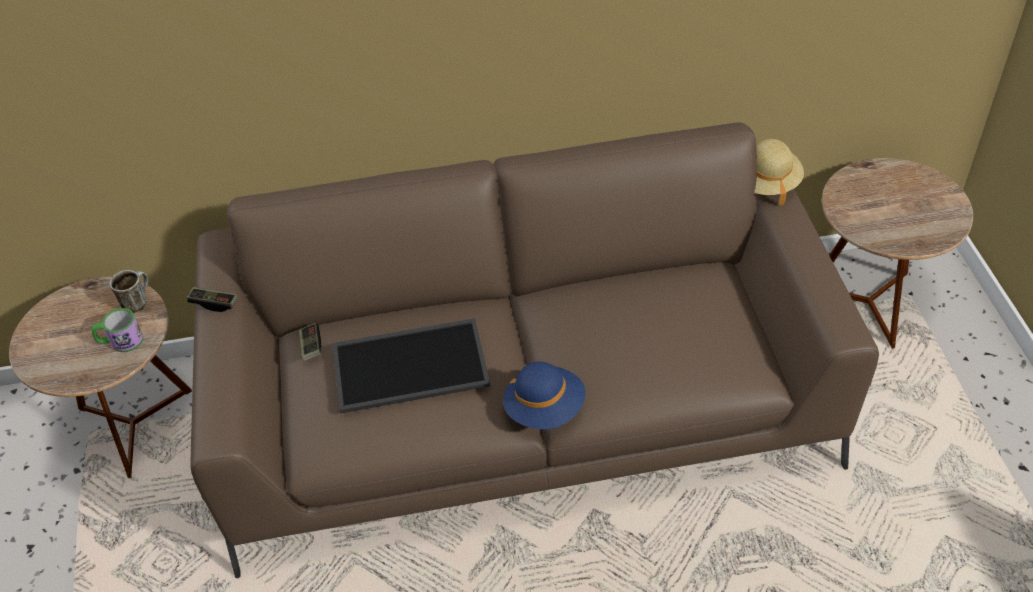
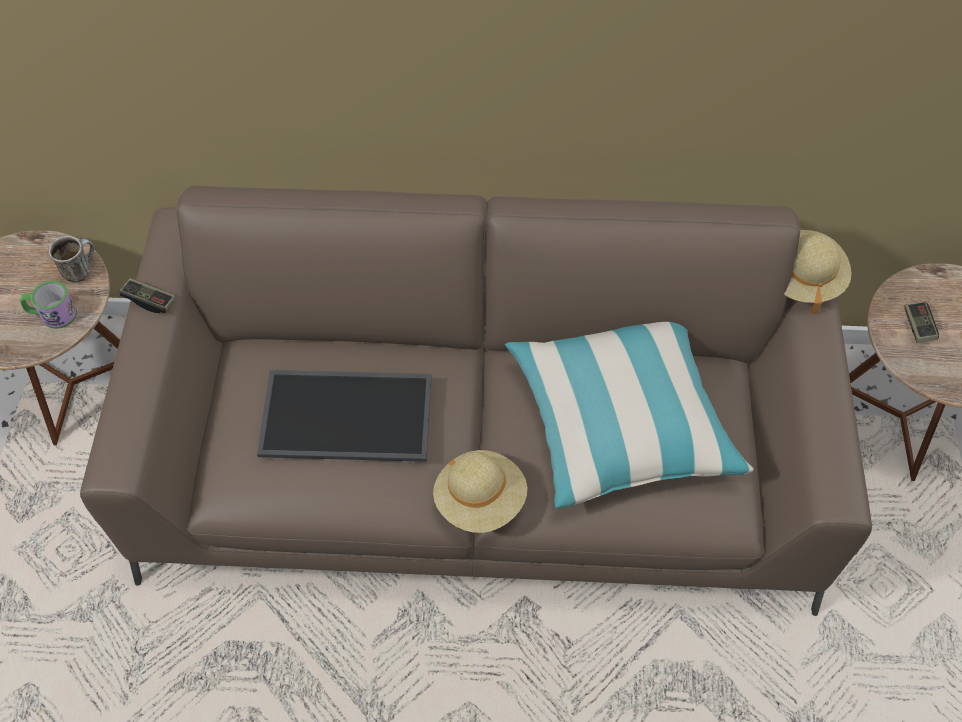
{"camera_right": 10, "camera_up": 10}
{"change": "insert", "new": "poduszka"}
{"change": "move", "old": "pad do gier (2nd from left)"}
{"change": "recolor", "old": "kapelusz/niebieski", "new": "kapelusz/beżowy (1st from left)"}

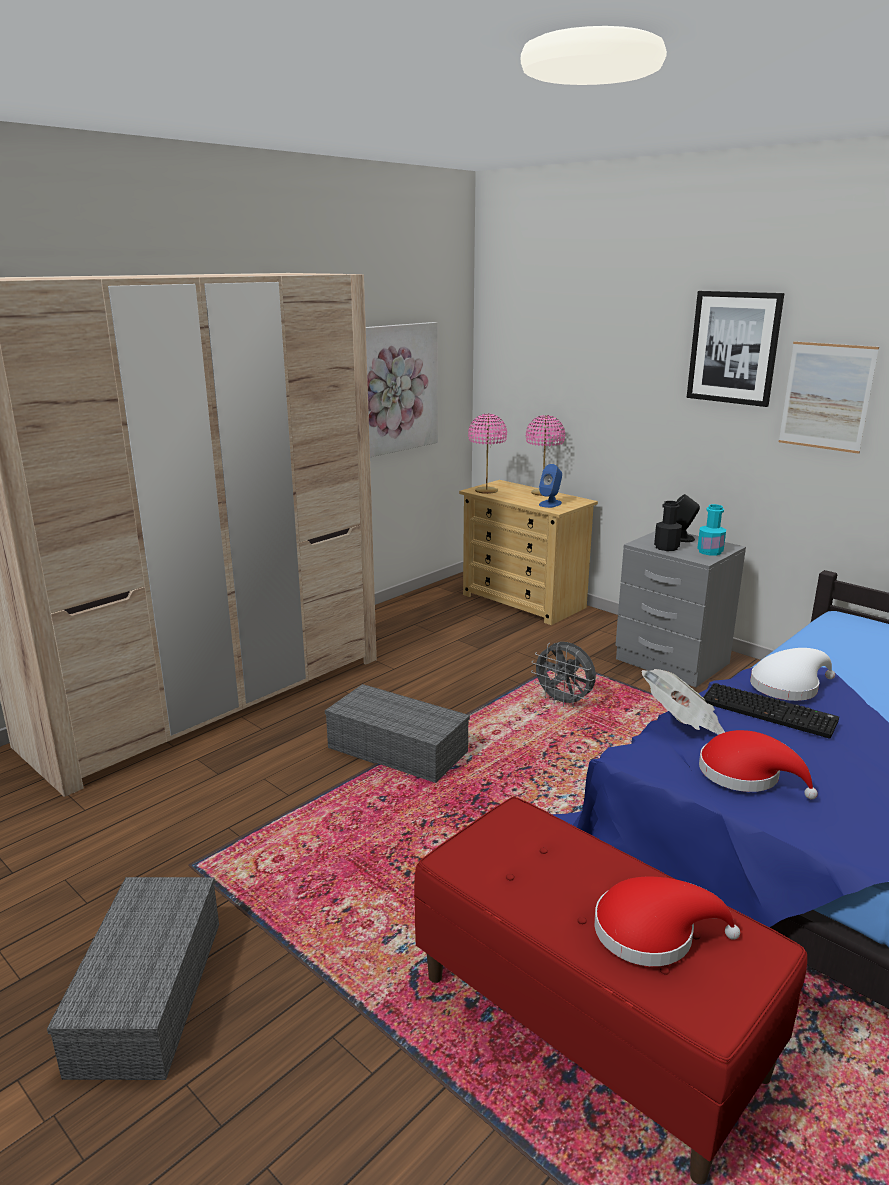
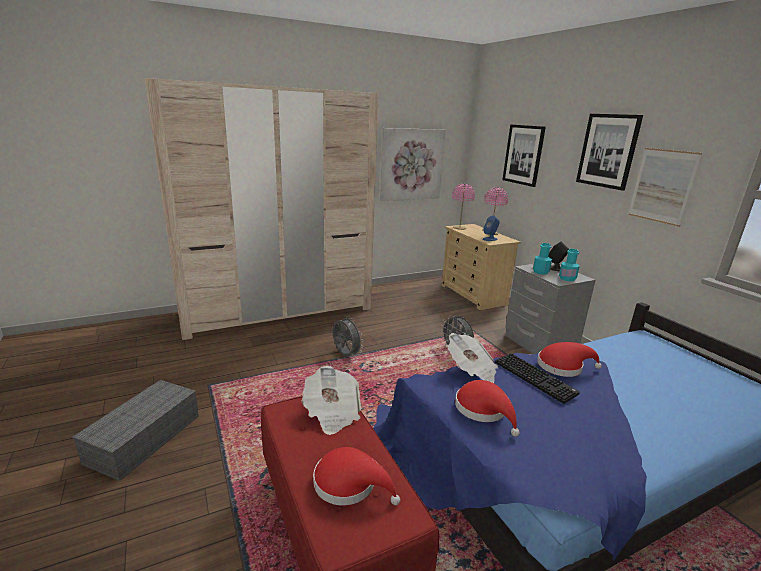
{"camera_right": 20, "camera_up": 0}
{"change": "insert", "new": "gazeta (1st from left)"}
{"change": "insert", "new": "obraz (2nd from left)"}
{"change": "replace", "old": "pojemnik do przechowywania/szary (2nd from left)", "new": "wentylator/szary (1st from left)"}
{"change": "recolor", "old": "butelka/czarny", "new": "butelka/turkusowy (1st from left)"}
{"change": "recolor", "old": "kapelusz/biały", "new": "kapelusz/czerwony (3rd from left)"}

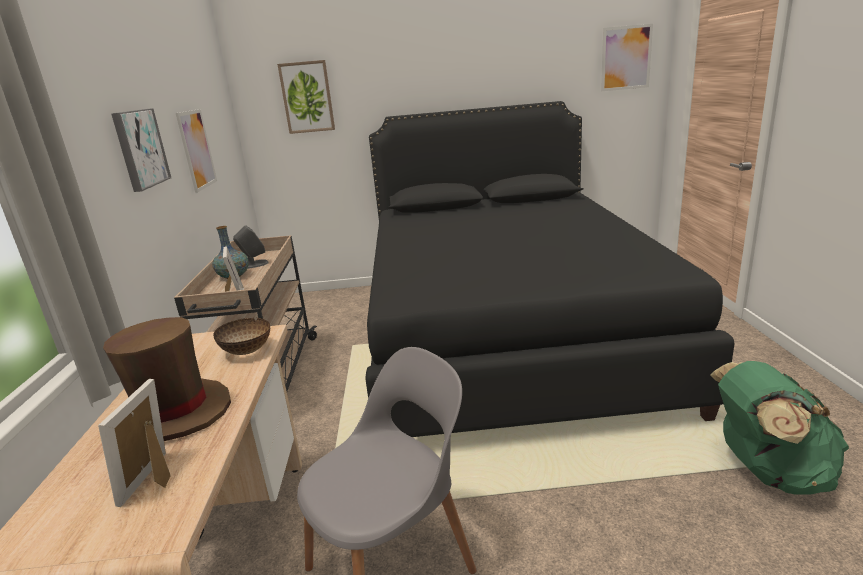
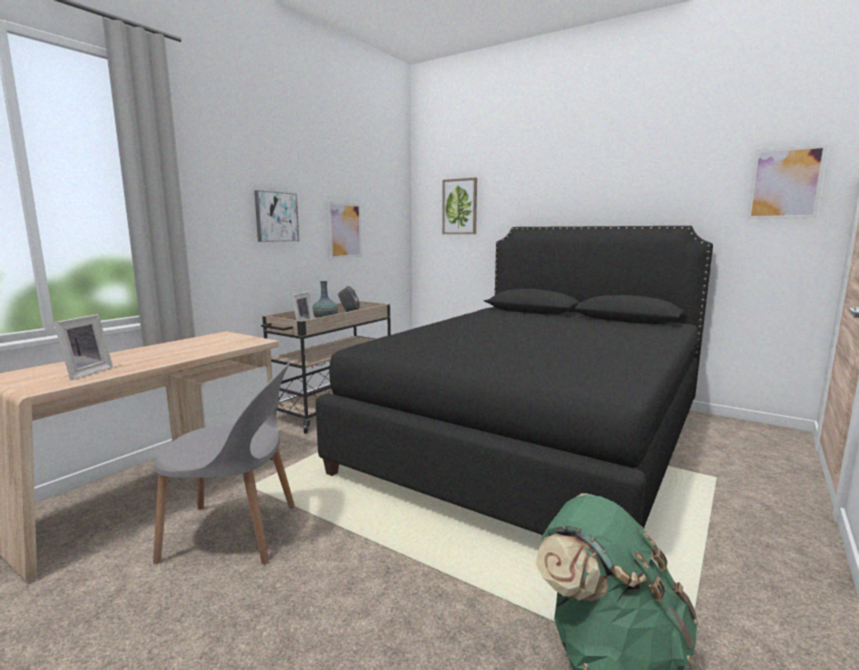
{"camera_right": 35, "camera_up": -10}
{"change": "delete", "old": "kapelusz/brązowy"}
{"change": "delete", "old": "miska"}
{"change": "rotate", "old": "ramka na zdjęcie (1st from left)", "degrees": 150}

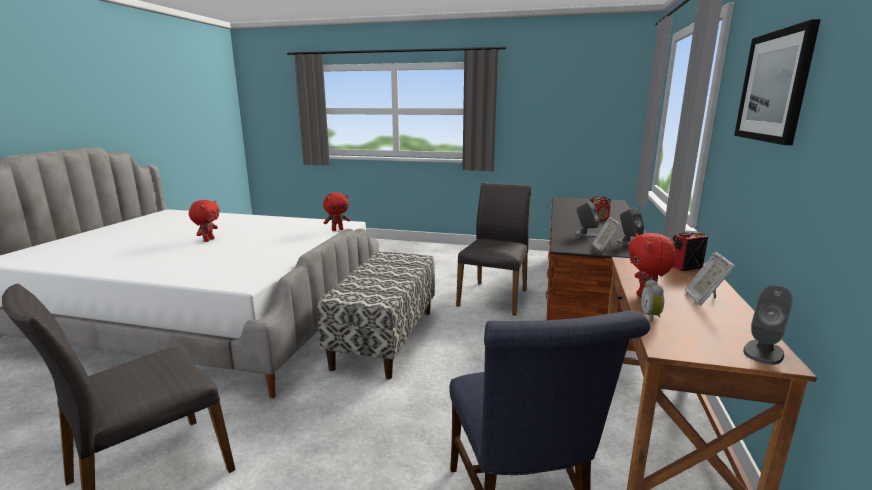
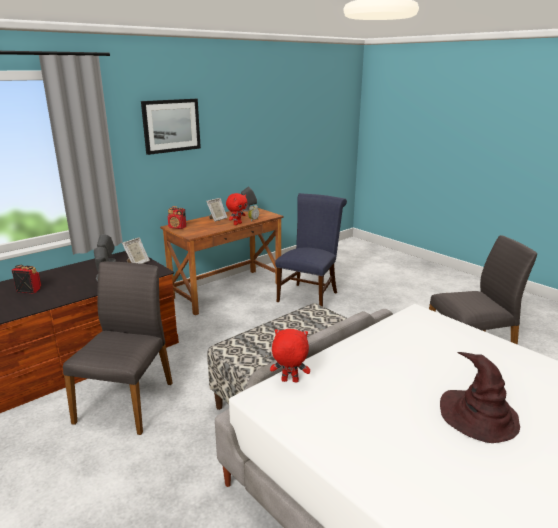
{"camera_right": -145, "camera_up": 5}
{"change": "replace", "old": "pluszak/czerwony (1st from left)", "new": "kapelusz/brązowy"}
{"change": "rotate", "old": "krzesło/szary (2nd from left in the first image)", "degrees": 135}

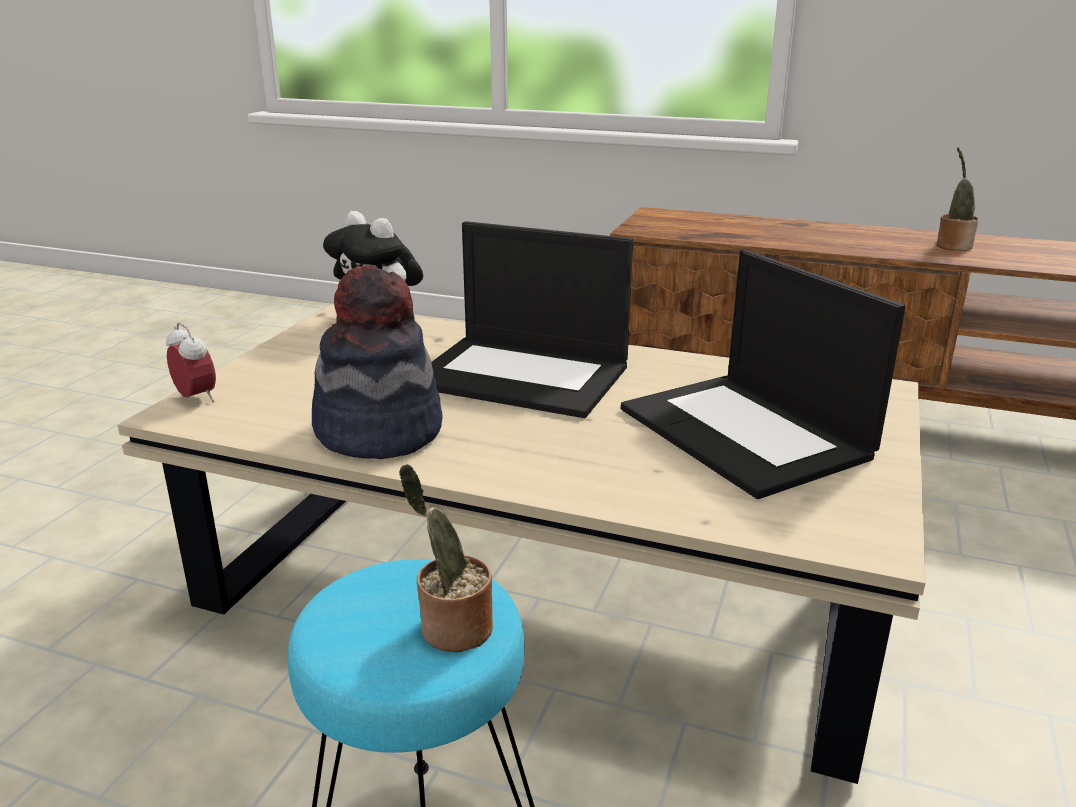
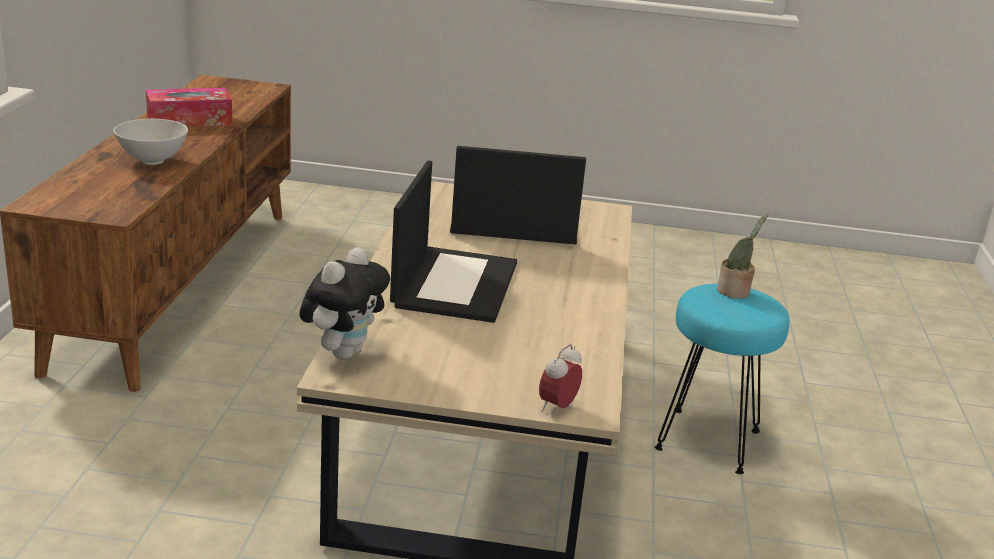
{"camera_right": -105, "camera_up": 0}
{"change": "delete", "old": "kapelusz"}
{"change": "insert", "new": "miska/biały"}
{"change": "replace", "old": "roślina doniczkowa (2nd from left)", "new": "pudełko chusteczek"}
{"change": "rotate", "old": "laptop (2nd from left)", "degrees": -135}

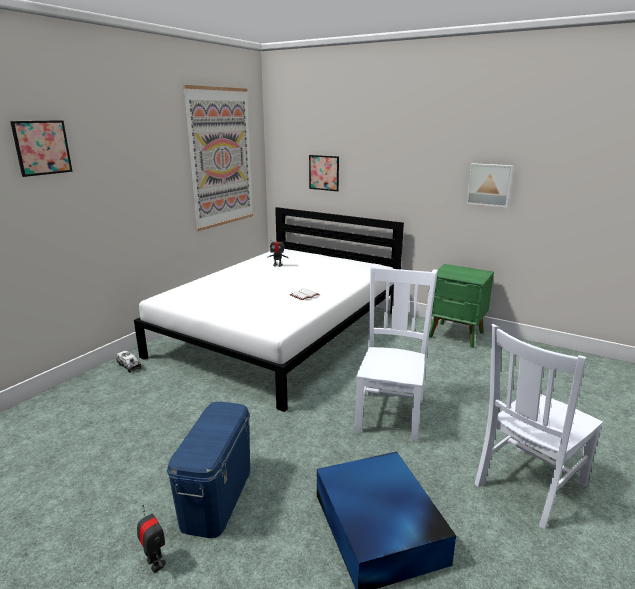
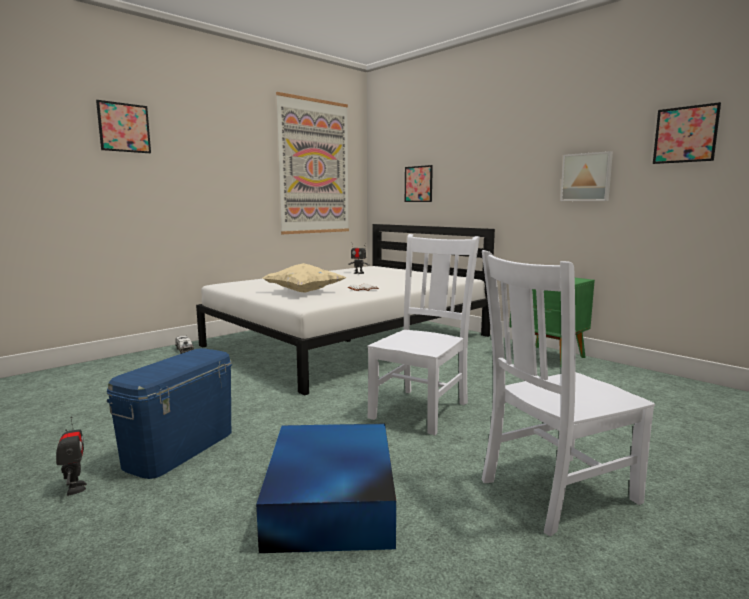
{"camera_right": 15, "camera_up": -10}
{"change": "insert", "new": "poduszka/beżowy"}
{"change": "insert", "new": "obraz (5th from left)"}

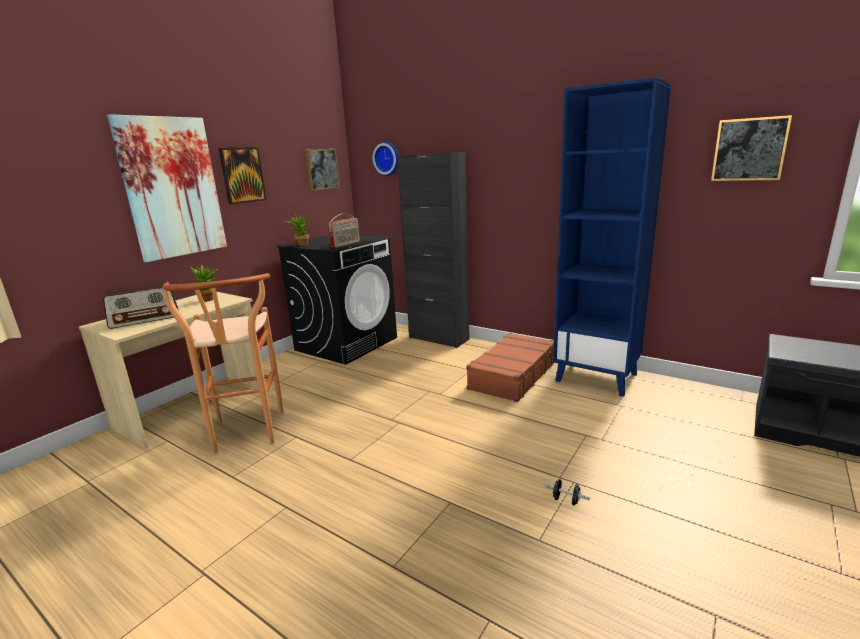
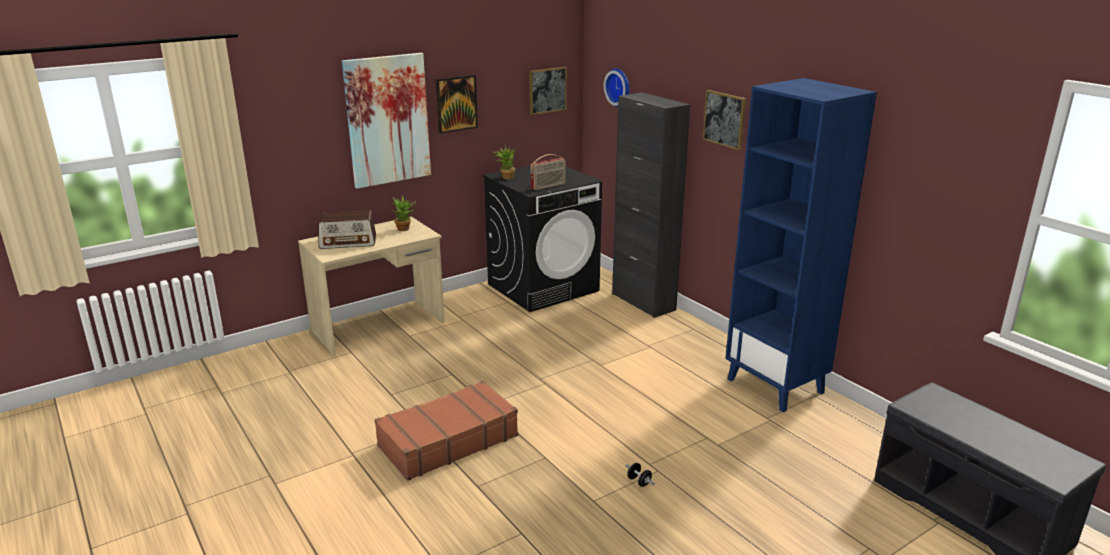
{"camera_right": 20, "camera_up": 5}
{"change": "delete", "old": "stołek/brązowy"}
{"change": "move", "old": "walizka/brązowy"}
{"change": "move", "old": "obraz (4th from left)"}

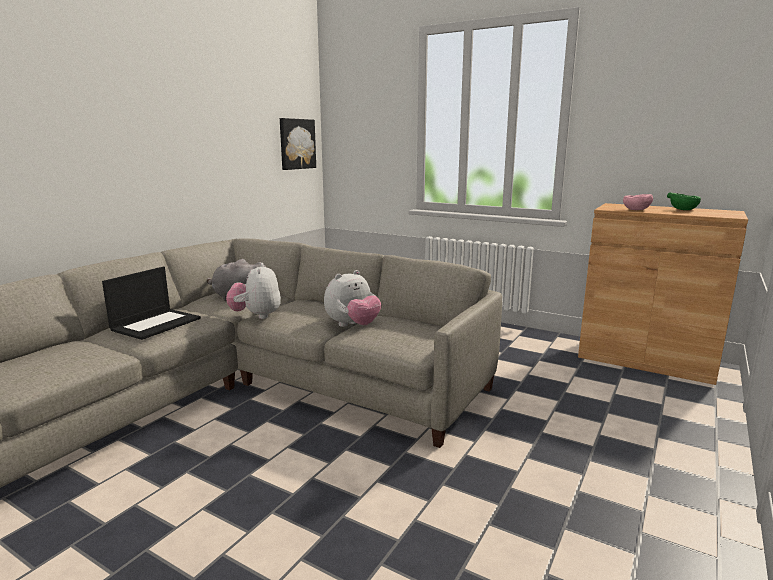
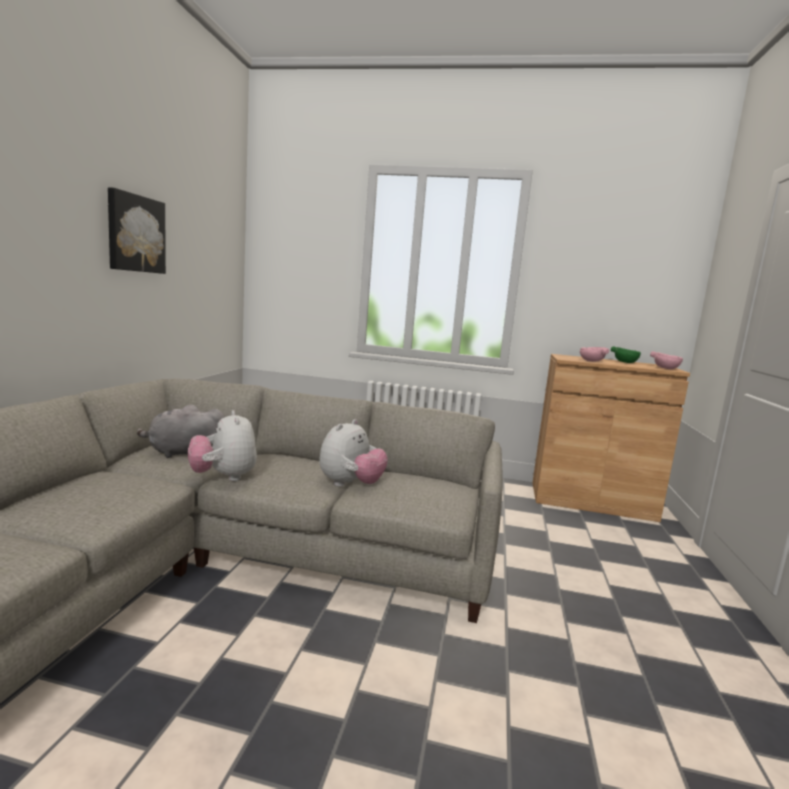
{"camera_right": -20, "camera_up": -5}
{"change": "delete", "old": "laptop"}
{"change": "insert", "new": "miska/różowy (2nd from left)"}
{"change": "move", "old": "obraz"}

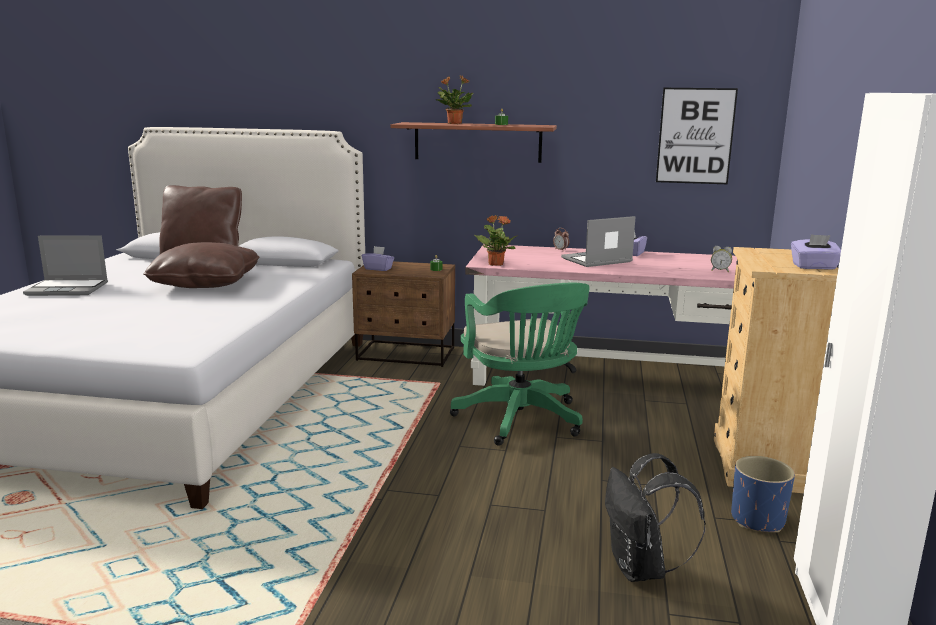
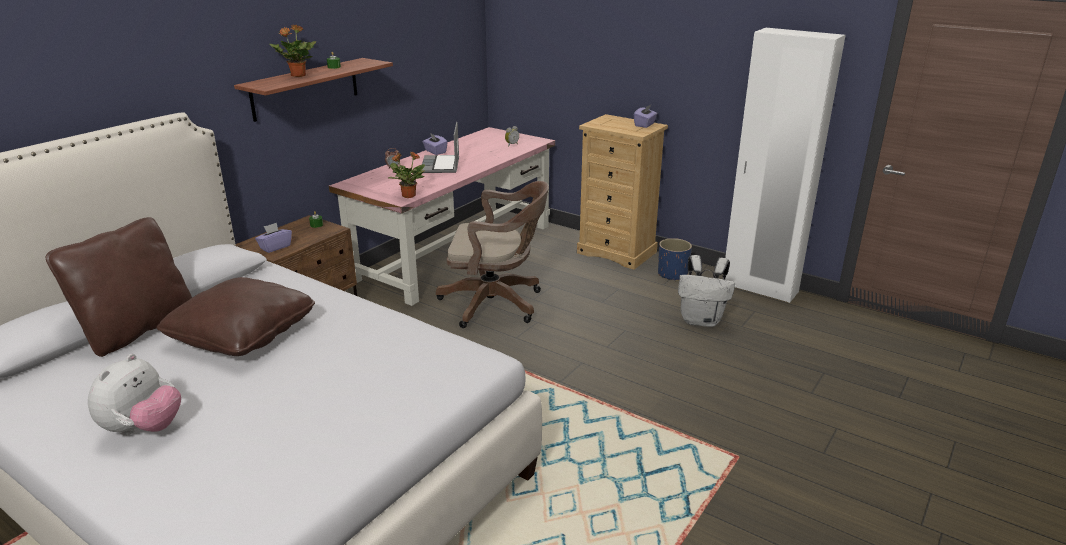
{"camera_right": -65, "camera_up": 10}
{"change": "delete", "old": "obraz"}
{"change": "replace", "old": "laptop (1st from left)", "new": "pluszak"}
{"change": "recolor", "old": "krzesło biurowe/zielony", "new": "krzesło biurowe/brązowy"}
{"change": "recolor", "old": "plecak/czarny", "new": "plecak/biały"}

